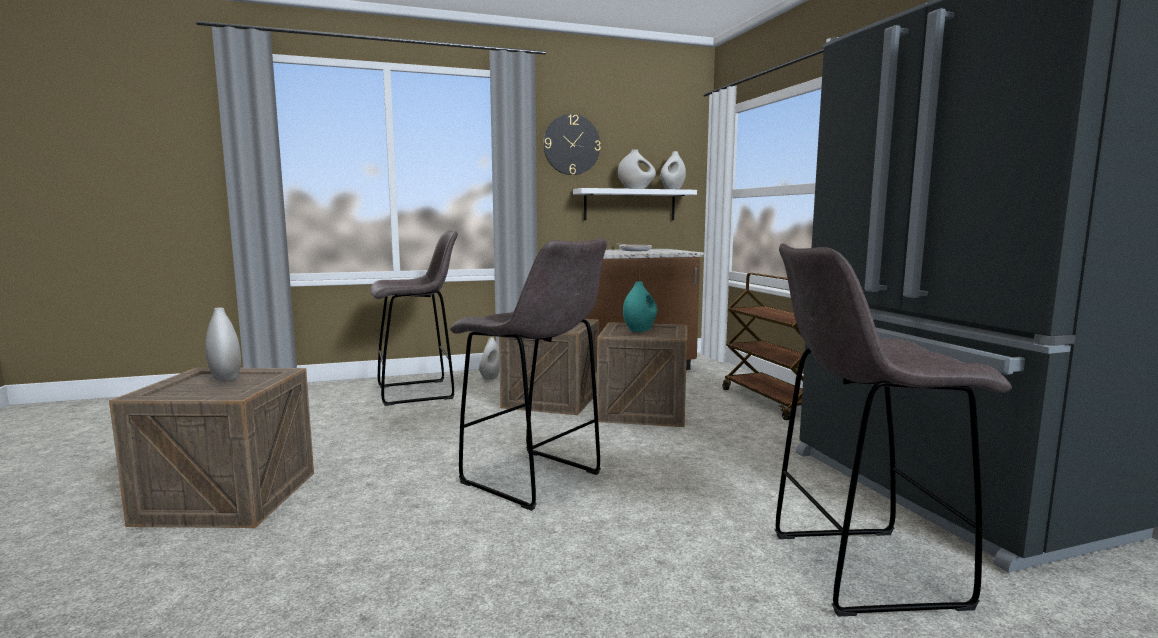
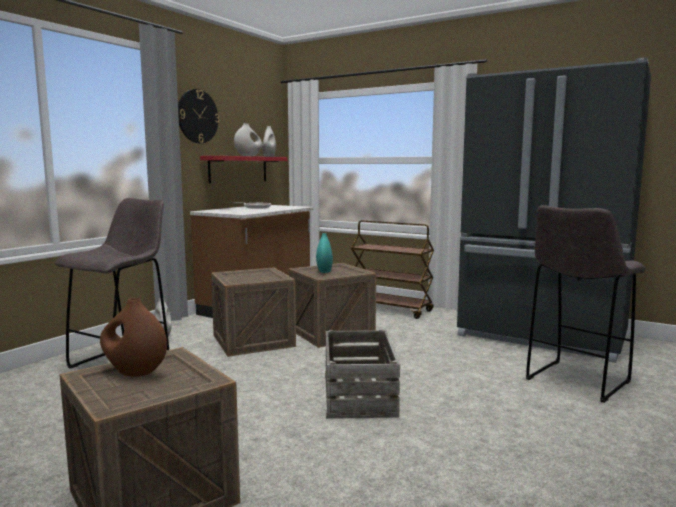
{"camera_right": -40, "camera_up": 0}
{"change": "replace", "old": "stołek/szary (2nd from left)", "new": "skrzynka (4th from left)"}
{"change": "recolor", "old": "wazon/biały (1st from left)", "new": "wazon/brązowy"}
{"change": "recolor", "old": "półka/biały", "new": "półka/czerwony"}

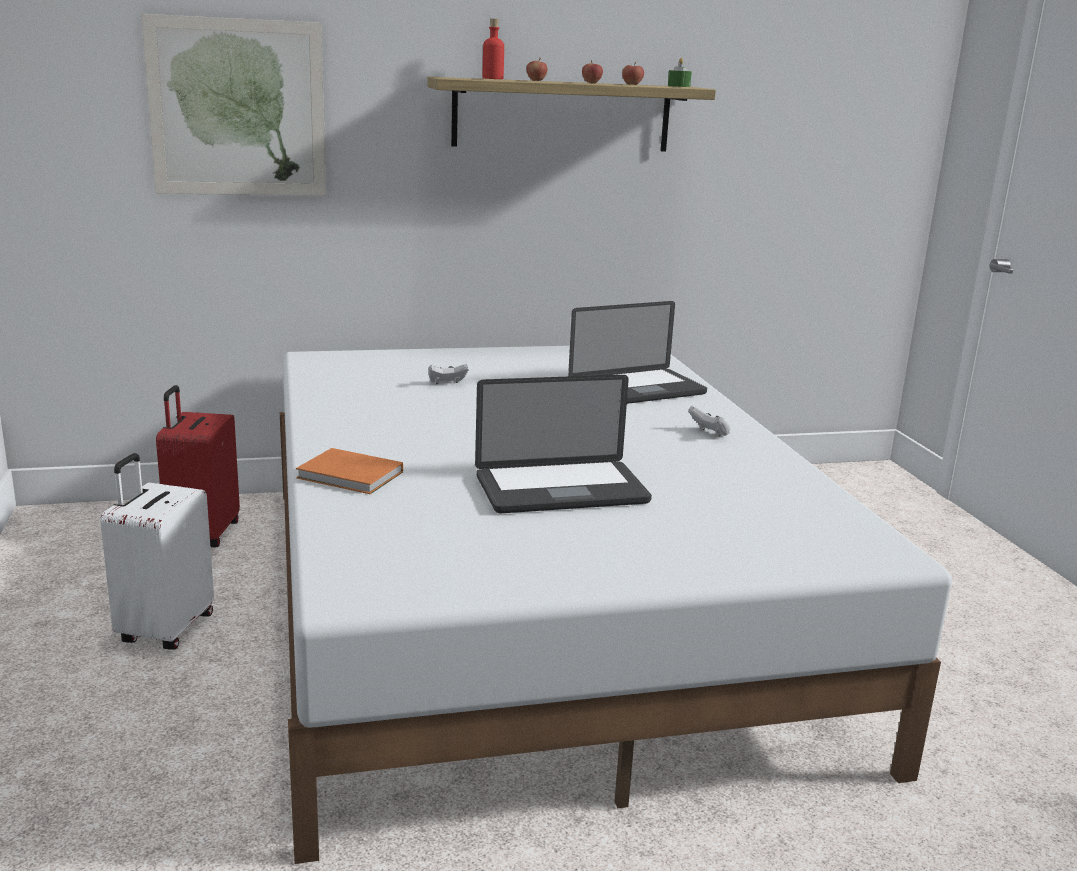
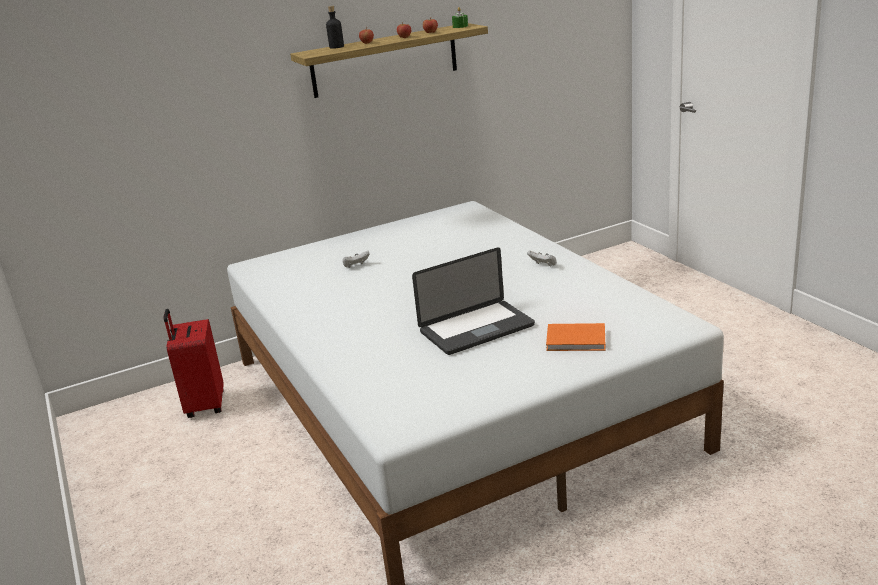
{"camera_right": -10, "camera_up": 5}
{"change": "delete", "old": "walizka/biały"}
{"change": "delete", "old": "obraz"}
{"change": "delete", "old": "laptop (2nd from left)"}
{"change": "move", "old": "książka/pomarańczowy"}
{"change": "recolor", "old": "butelka/czerwony", "new": "butelka/czarny"}

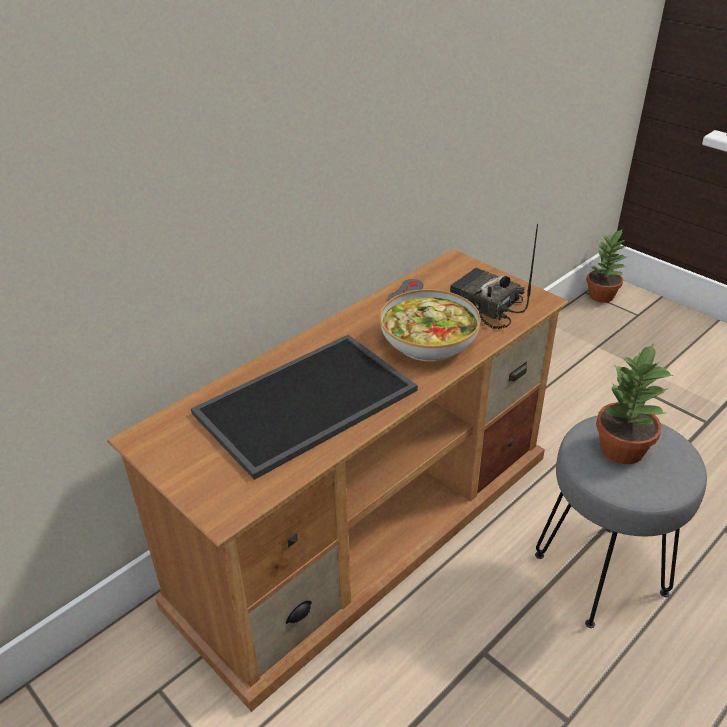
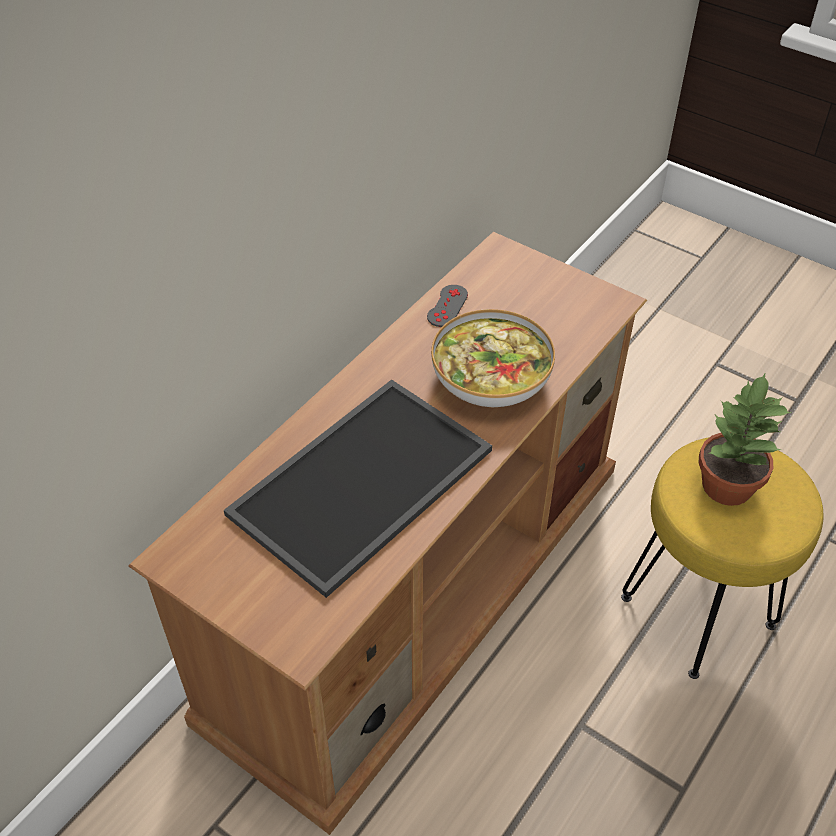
{"camera_right": -10, "camera_up": 10}
{"change": "delete", "old": "radio"}
{"change": "delete", "old": "roślina doniczkowa (1st from left)"}
{"change": "recolor", "old": "stołek/szary", "new": "stołek/żółty"}

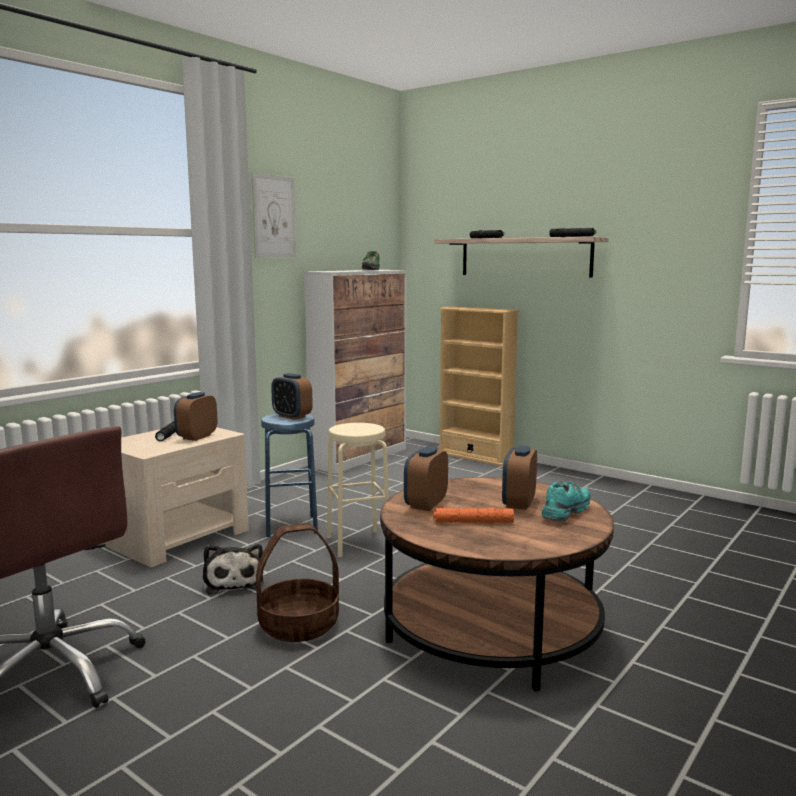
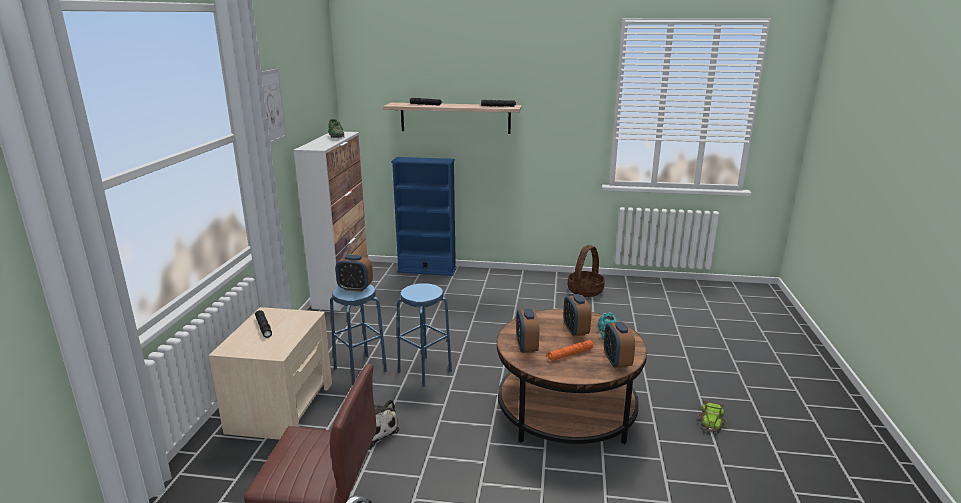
{"camera_right": -30, "camera_up": 10}
{"change": "insert", "new": "samochodzik"}
{"change": "move", "old": "budzik (1st from left in the first image)", "new": "budzik (4th from left)"}
{"change": "move", "old": "koszyk"}
{"change": "recolor", "old": "stołek/beżowy", "new": "stołek/niebieski (2nd from left)"}
{"change": "recolor", "old": "regał/beżowy", "new": "regał/niebieski"}

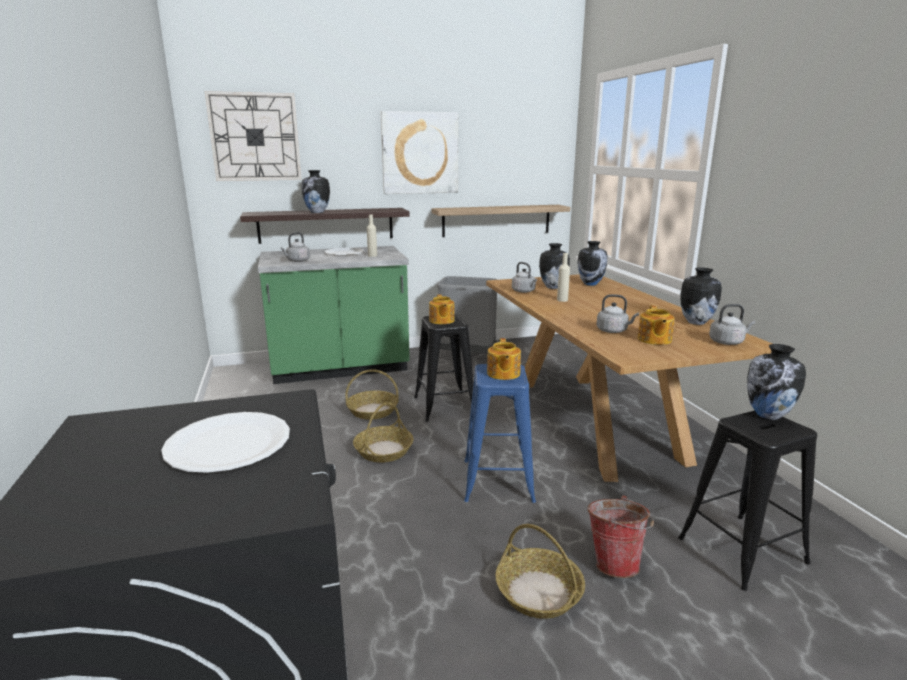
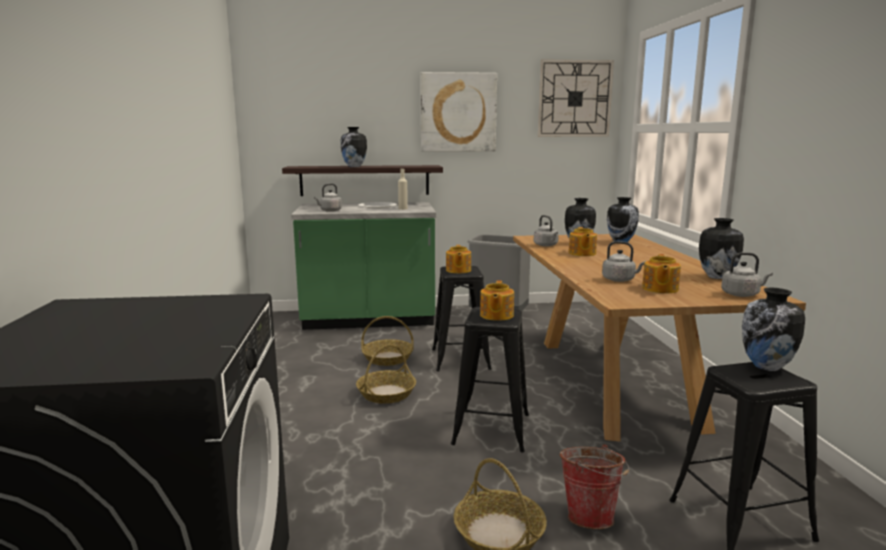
{"camera_right": 10, "camera_up": -5}
{"change": "delete", "old": "talerz/biały (1st from left)"}
{"change": "delete", "old": "półka (2nd from left)"}
{"change": "move", "old": "zegar ścienny"}
{"change": "replace", "old": "butelka/beżowy (2nd from left)", "new": "imbryk (3rd from left)"}
{"change": "recolor", "old": "stołek/niebieski", "new": "stołek/czarny (2nd from left)"}

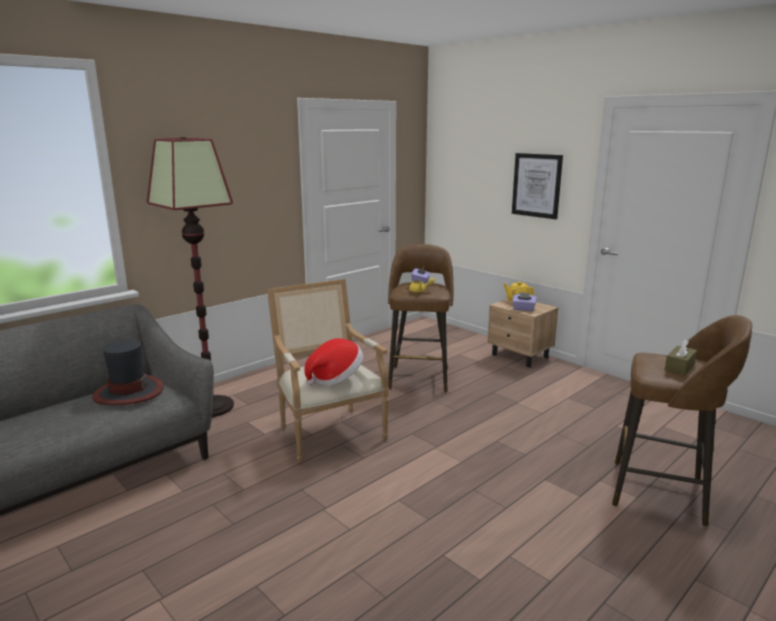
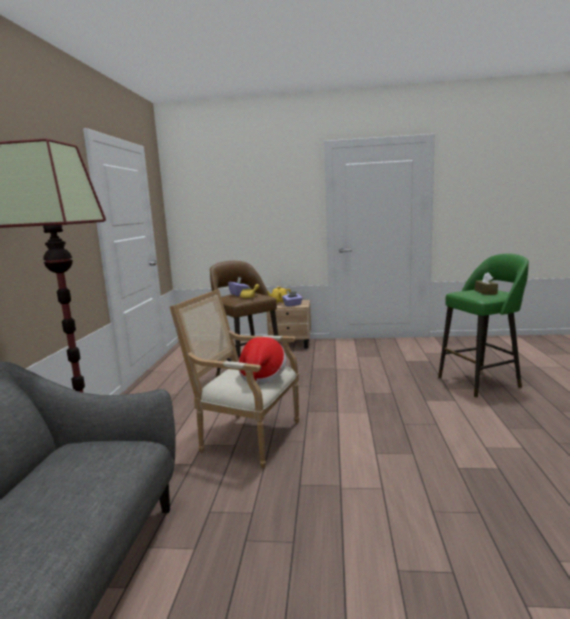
{"camera_right": -40, "camera_up": -5}
{"change": "delete", "old": "kapelusz (1st from left)"}
{"change": "delete", "old": "obraz"}
{"change": "recolor", "old": "stołek/brązowy (2nd from left)", "new": "stołek/zielony"}

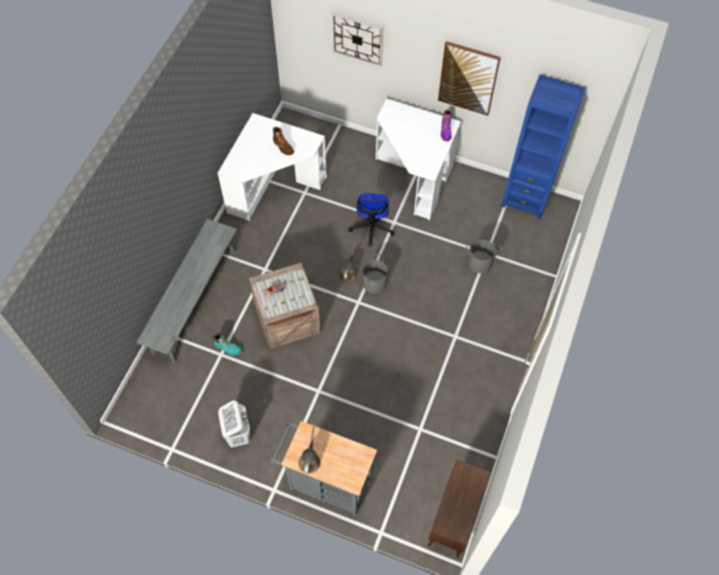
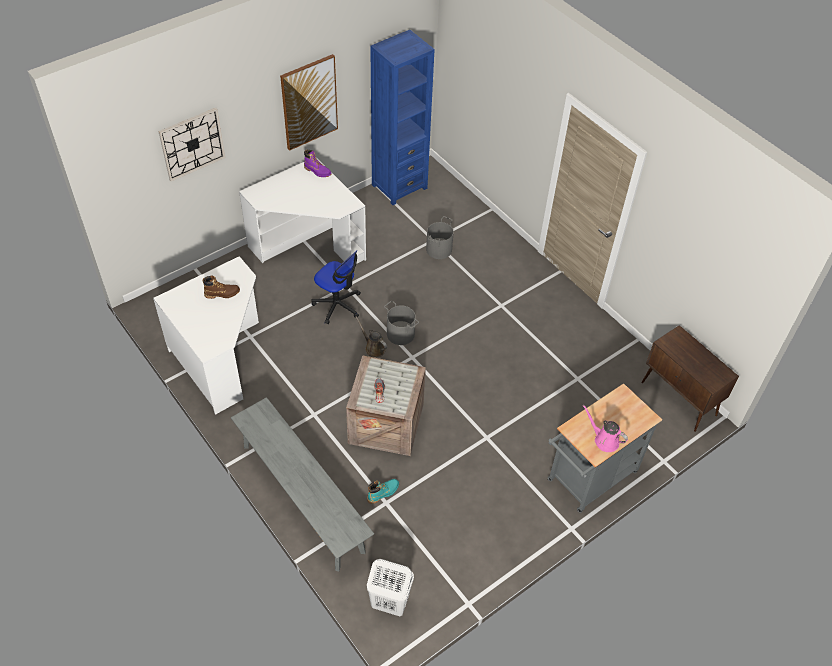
{"camera_right": -60, "camera_up": -10}
{"change": "move", "old": "kosz na pranie/biały"}
{"change": "recolor", "old": "konewka/brązowy (1st from left)", "new": "konewka/różowy"}

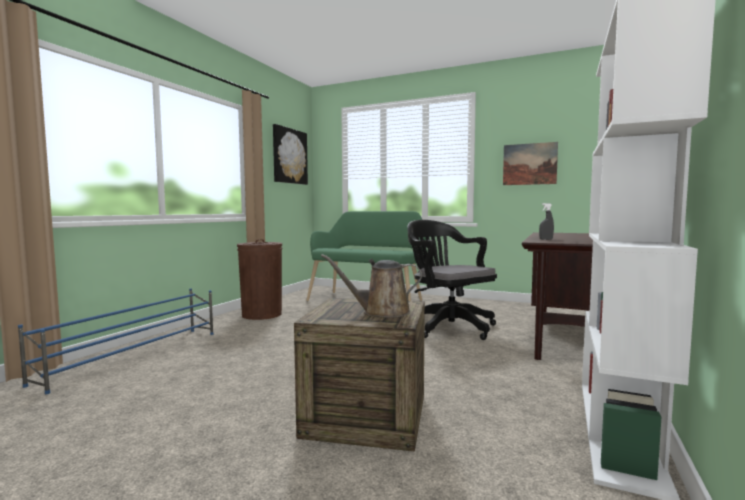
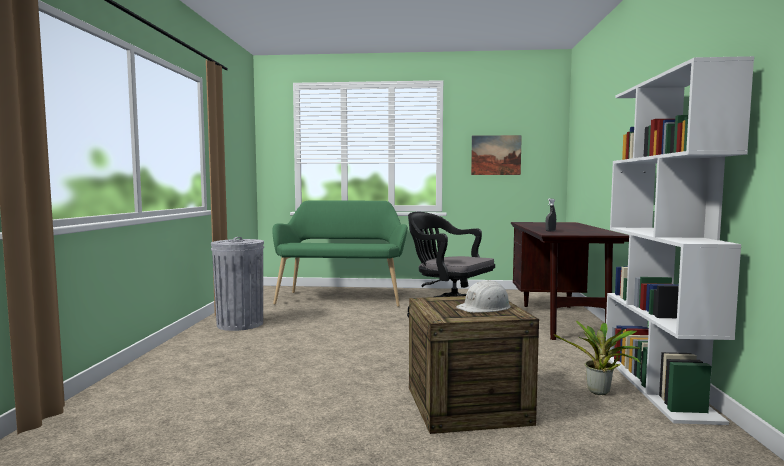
{"camera_right": -20, "camera_up": 0}
{"change": "delete", "old": "regał na buty/niebieski"}
{"change": "delete", "old": "obraz (1st from left)"}
{"change": "insert", "new": "roślina doniczkowa"}
{"change": "replace", "old": "konewka/brązowy", "new": "kask/biały"}
{"change": "recolor", "old": "kosz na śmieci/brązowy", "new": "kosz na śmieci/szary"}

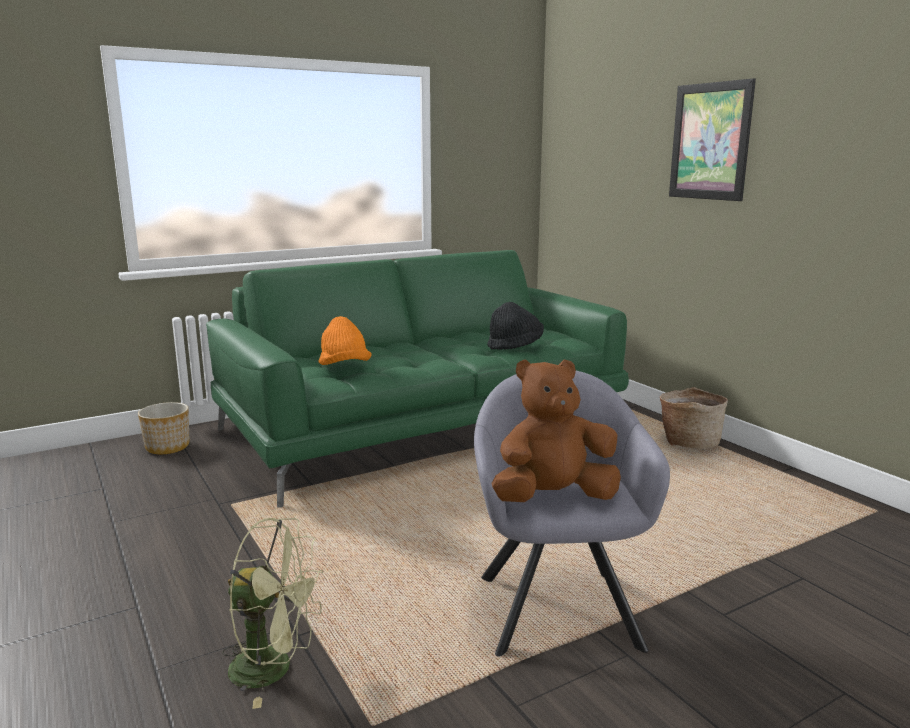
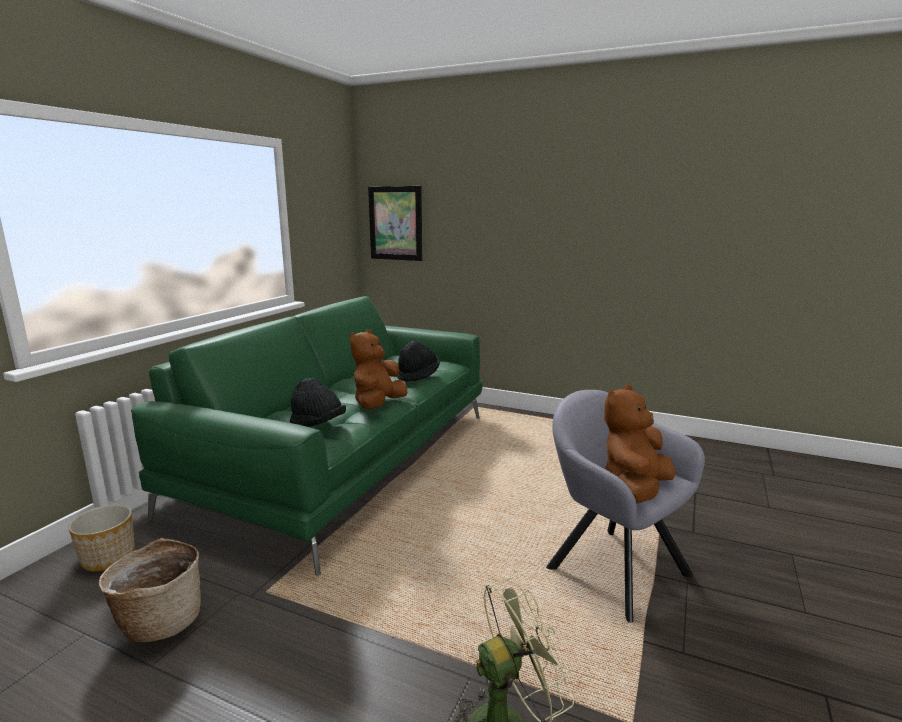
{"camera_right": -35, "camera_up": 0}
{"change": "insert", "new": "pluszak/brązowy (1st from left)"}
{"change": "move", "old": "koszyk"}
{"change": "move", "old": "obraz"}
{"change": "recolor", "old": "kapelusz/pomarańczowy", "new": "kapelusz/czarny (1st from left)"}

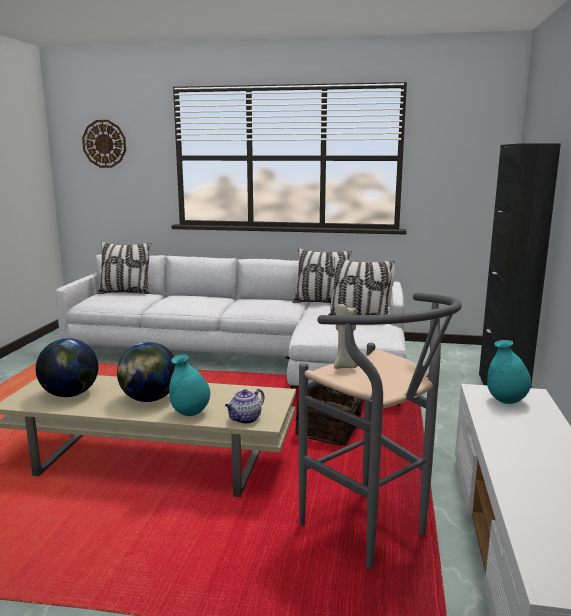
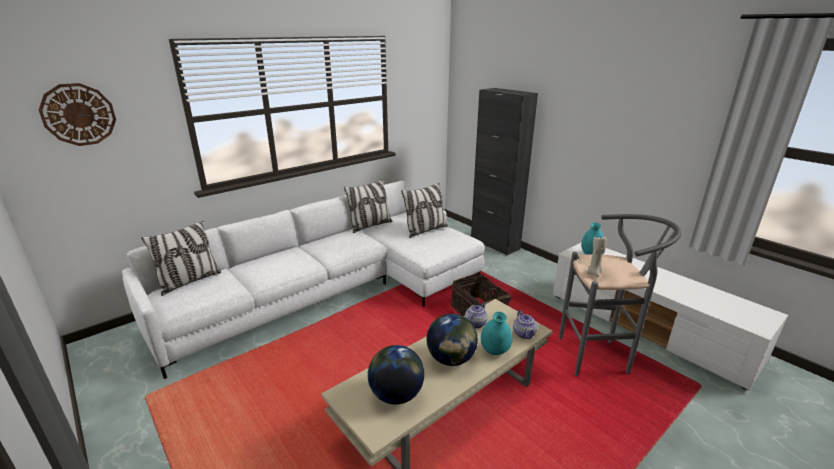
{"camera_right": -50, "camera_up": 10}
{"change": "insert", "new": "imbryk (1st from left)"}

